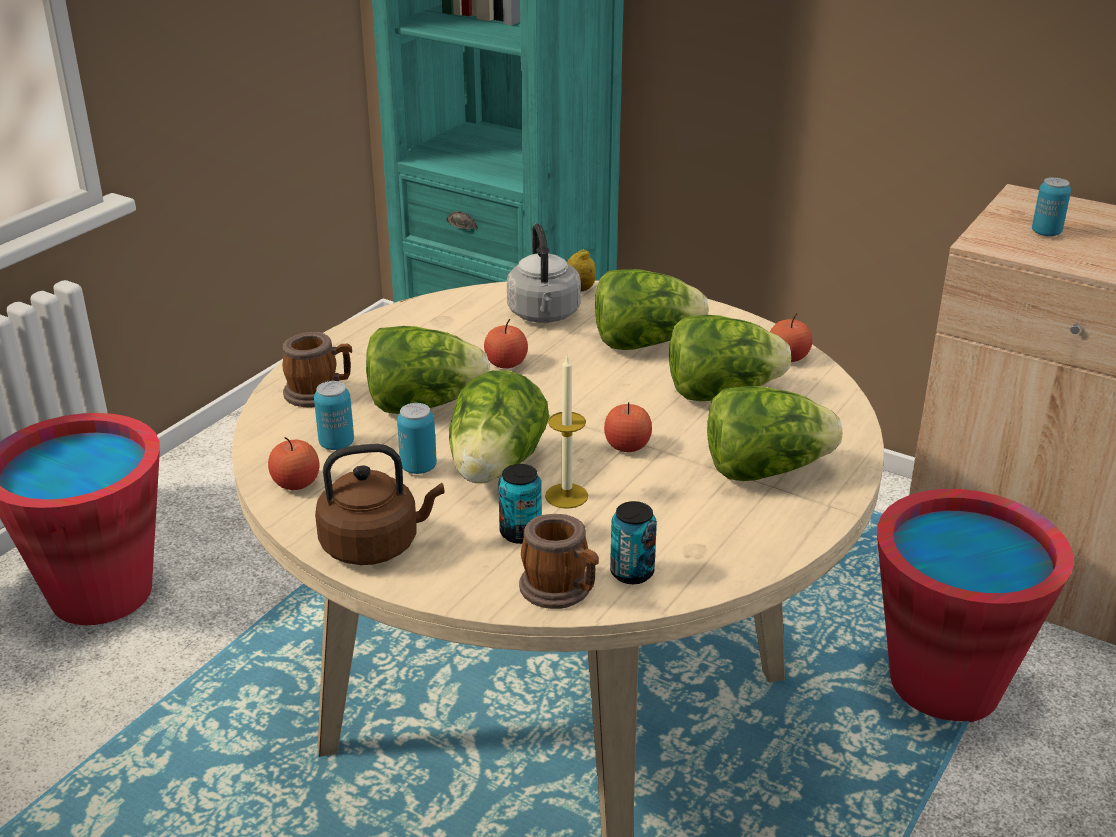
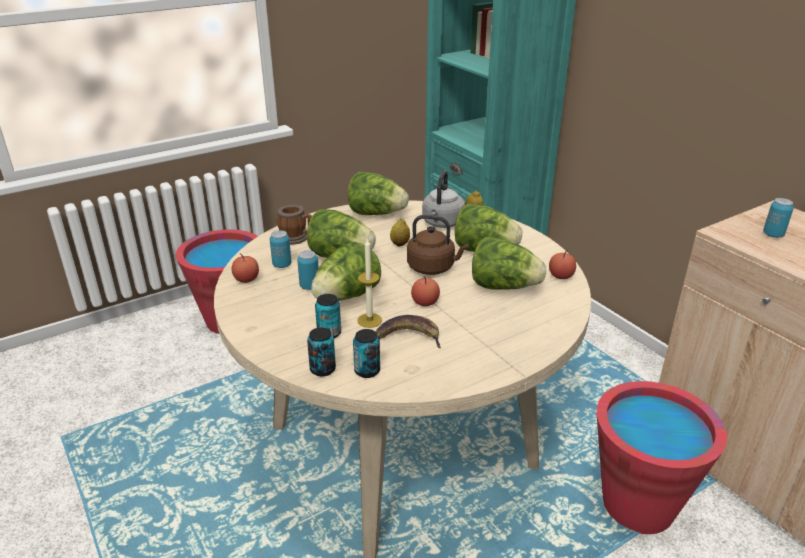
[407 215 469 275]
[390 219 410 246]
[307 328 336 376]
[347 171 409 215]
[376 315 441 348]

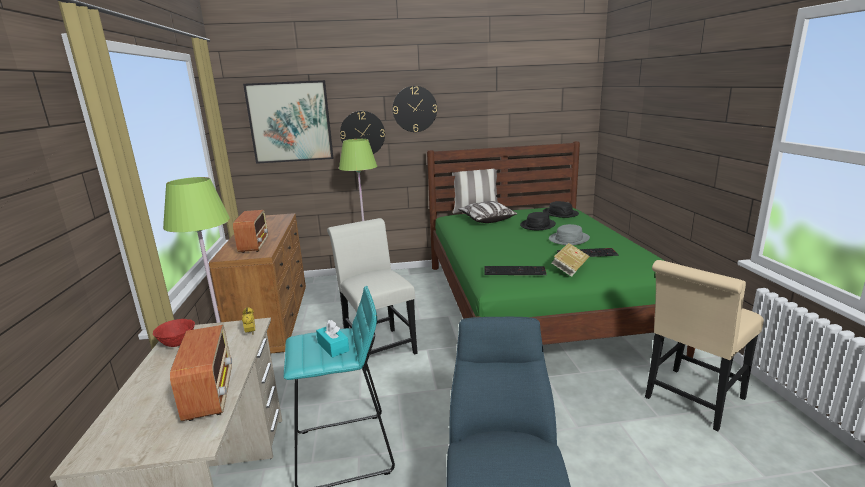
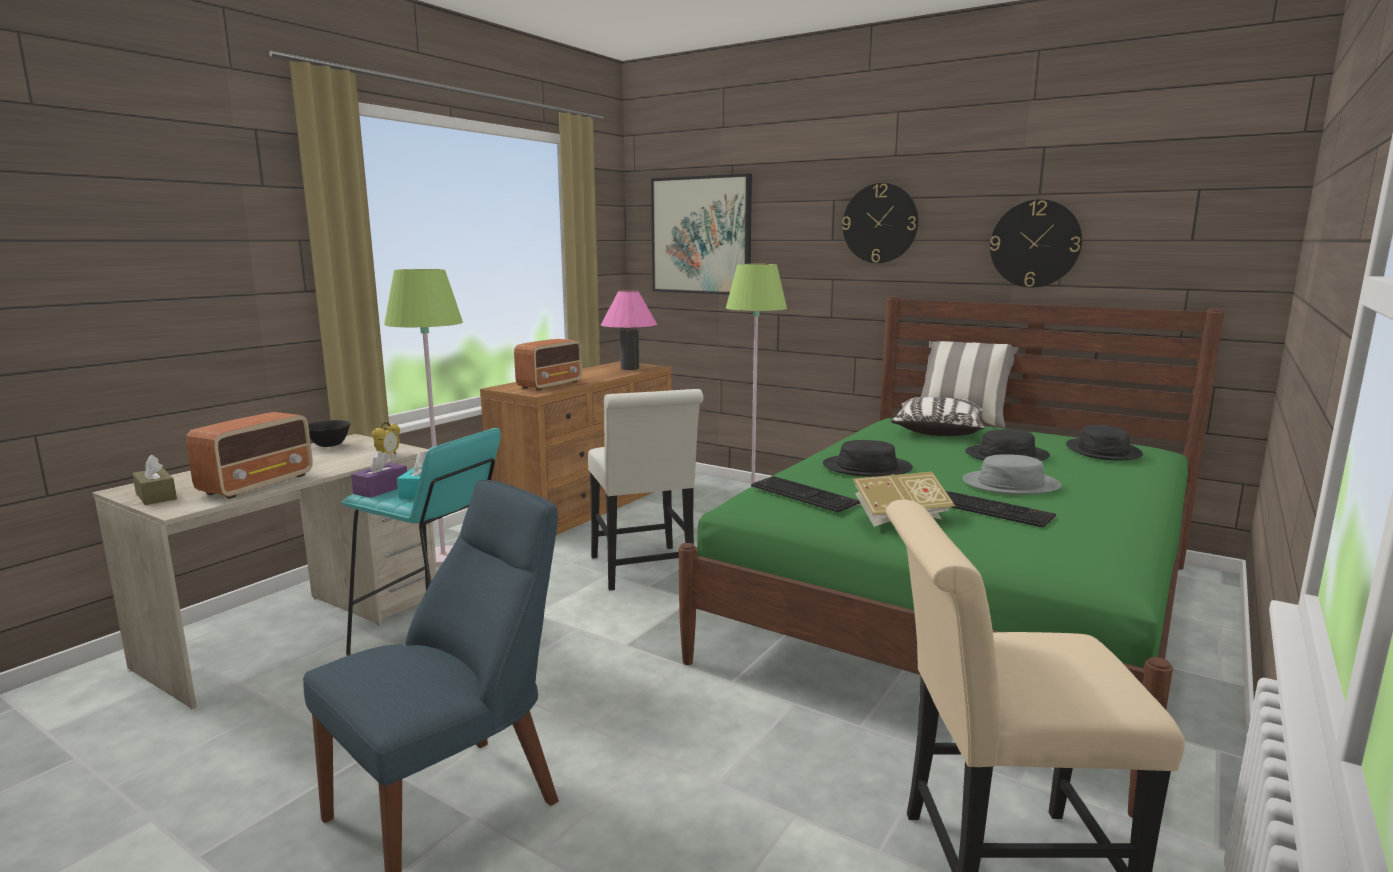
[308 420 351 447]
[588 389 704 591]
[990 199 1082 288]
[132 454 177 505]
[351 451 407 498]
[601 290 657 370]
[823 440 913 477]

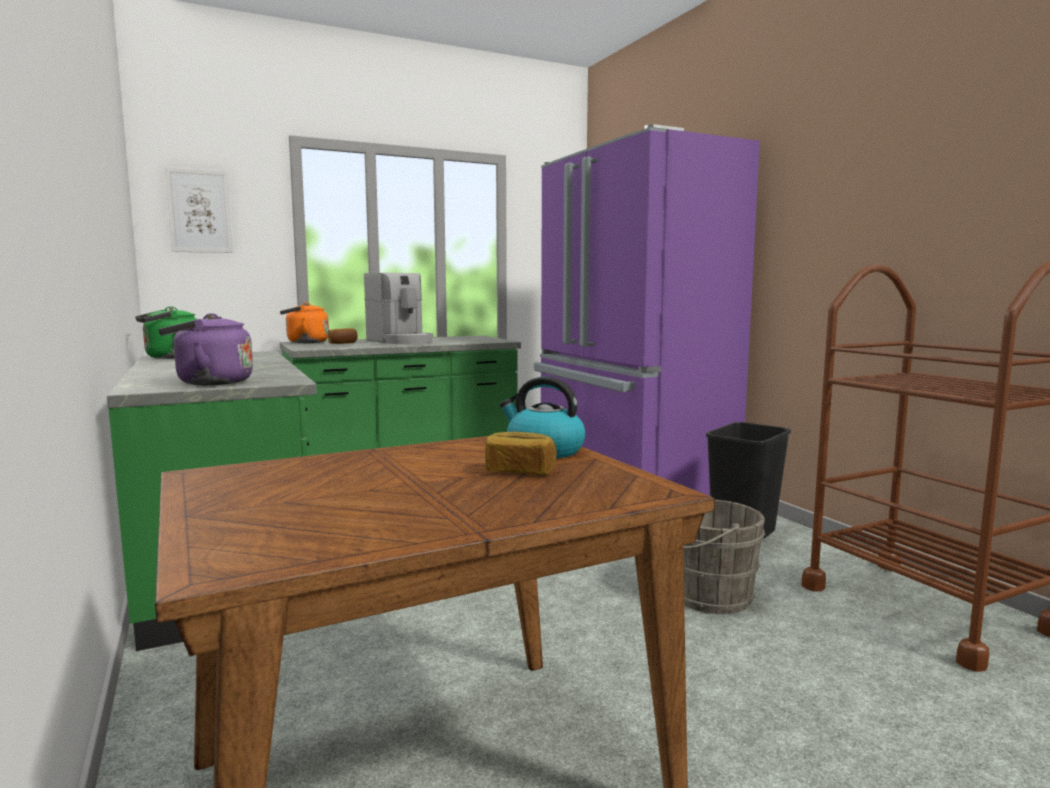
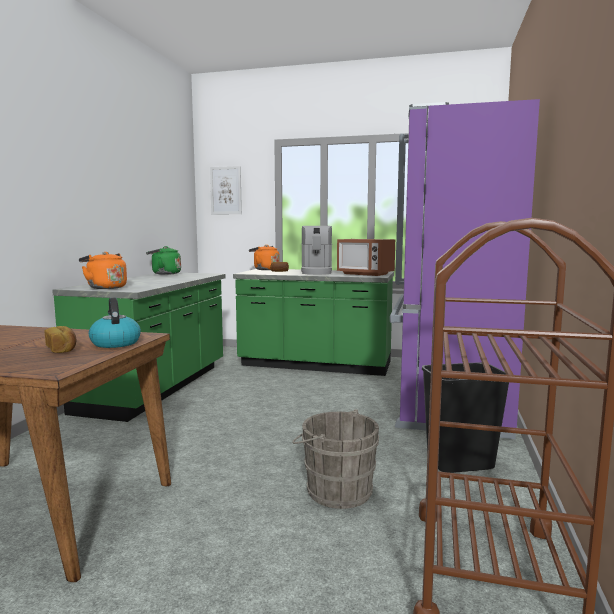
[79 252 127 289]
[337 239 395 276]

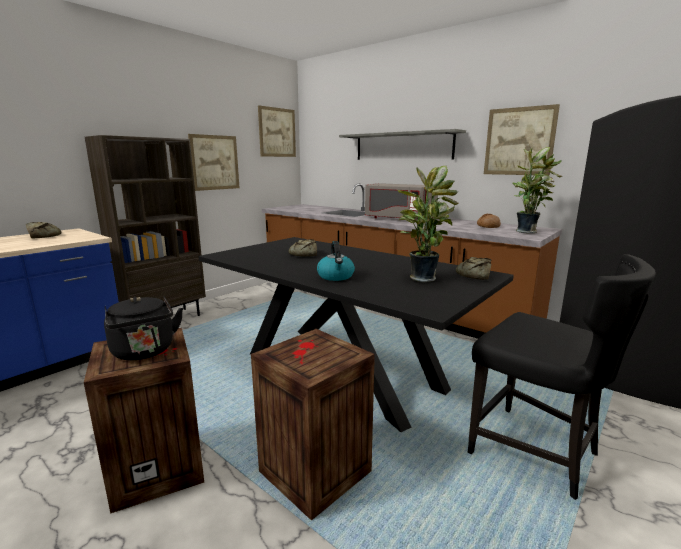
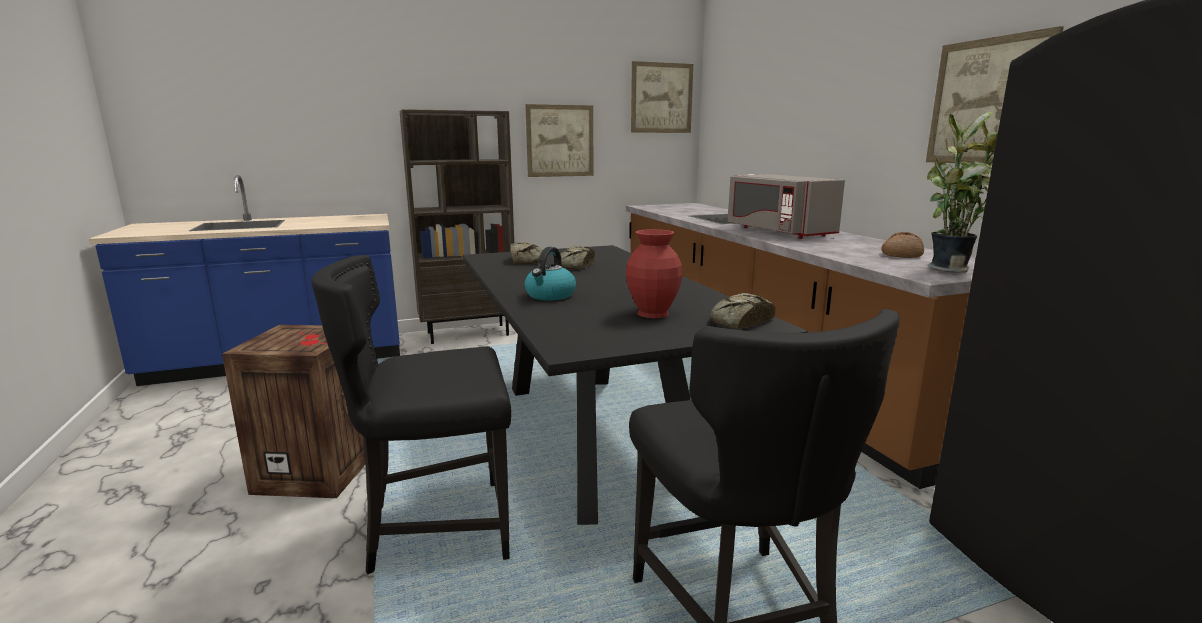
[510 243 543 264]
[104 296 183 360] (first image)
[311 255 511 575]
[339 129 466 160] (first image)
[626 229 682 318]

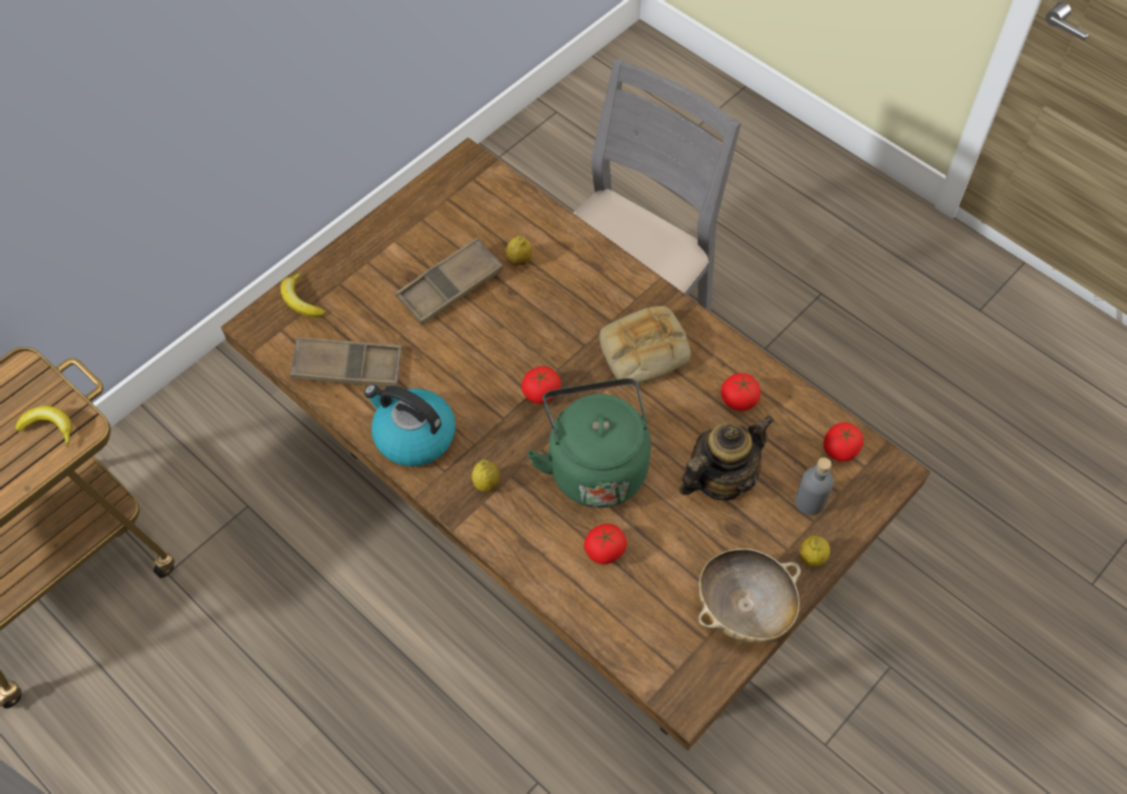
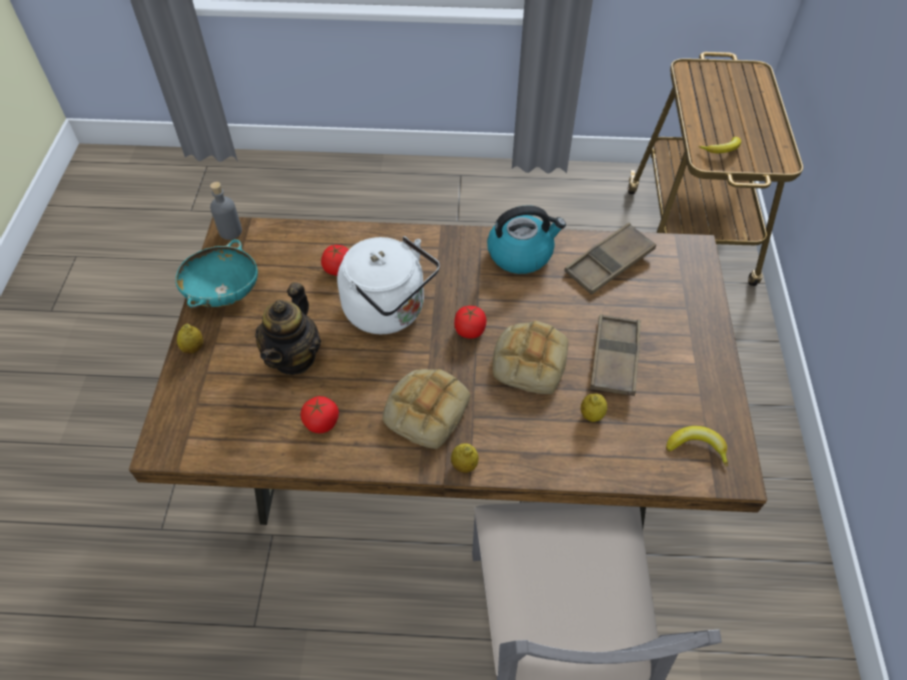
[666 426 728 467]
[451 443 479 473]
[337 236 440 334]
[175 239 258 308]
[210 182 242 240]
[824 422 864 462] (first image)
[493 321 568 394]

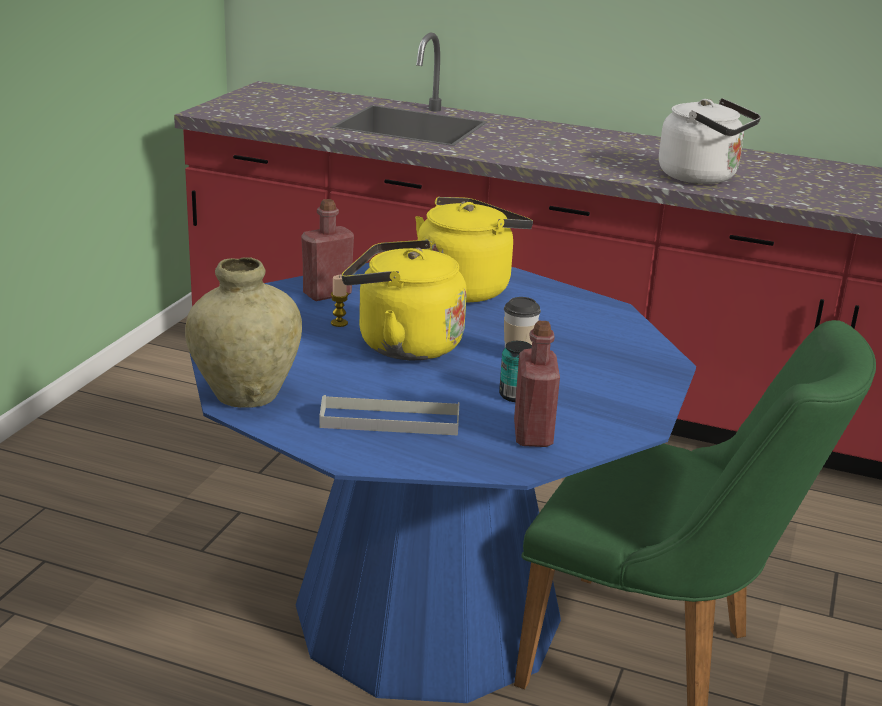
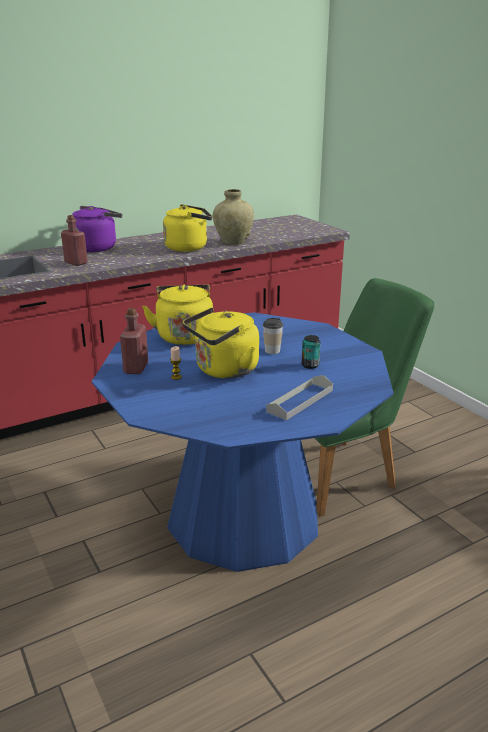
[213 189 254 245]
[61 215 88 266]
[163 204 212 252]
[72 206 122 252]

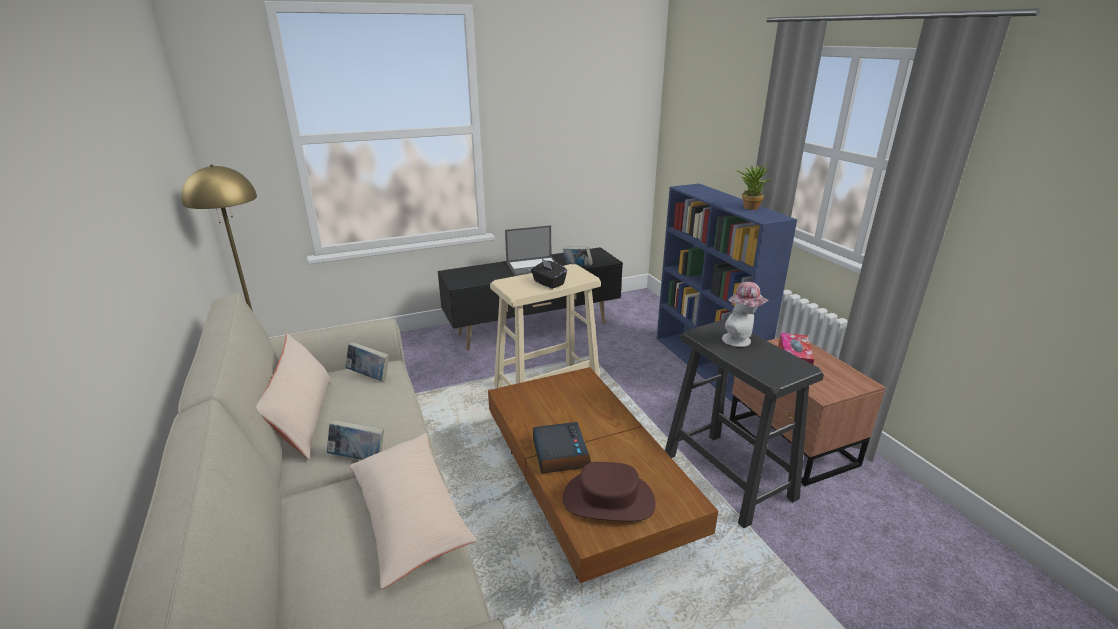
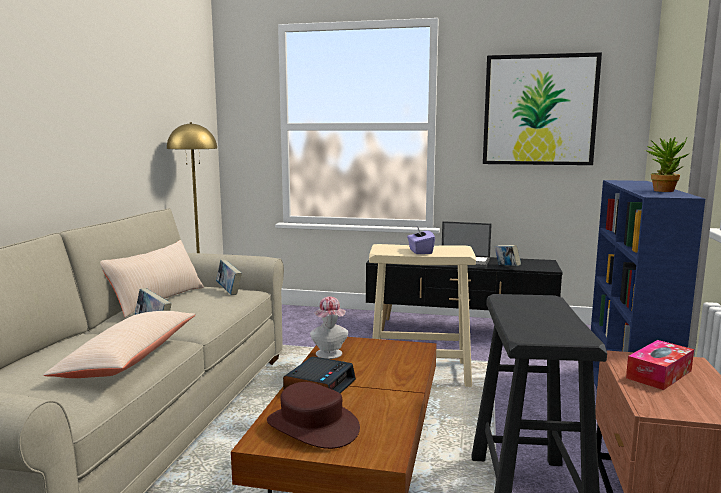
[407 226 435 254]
[310 296 348 359]
[483 52 602 165]

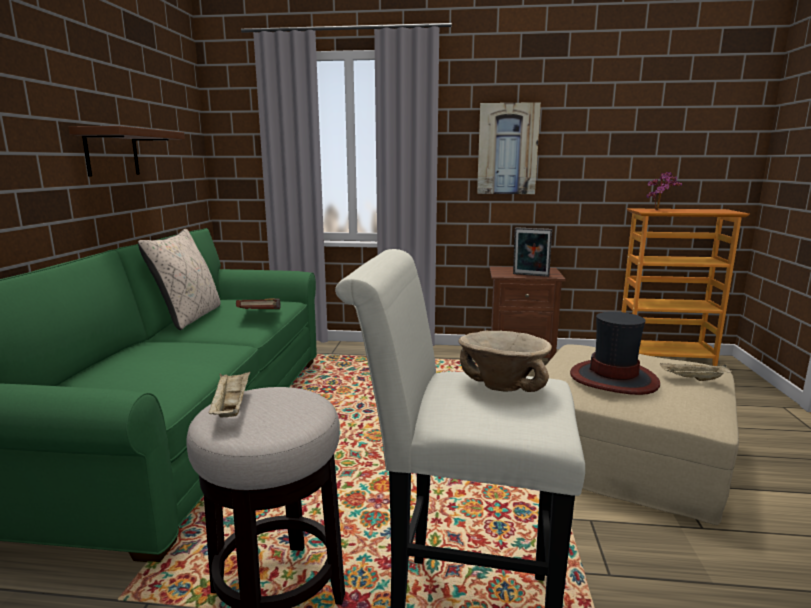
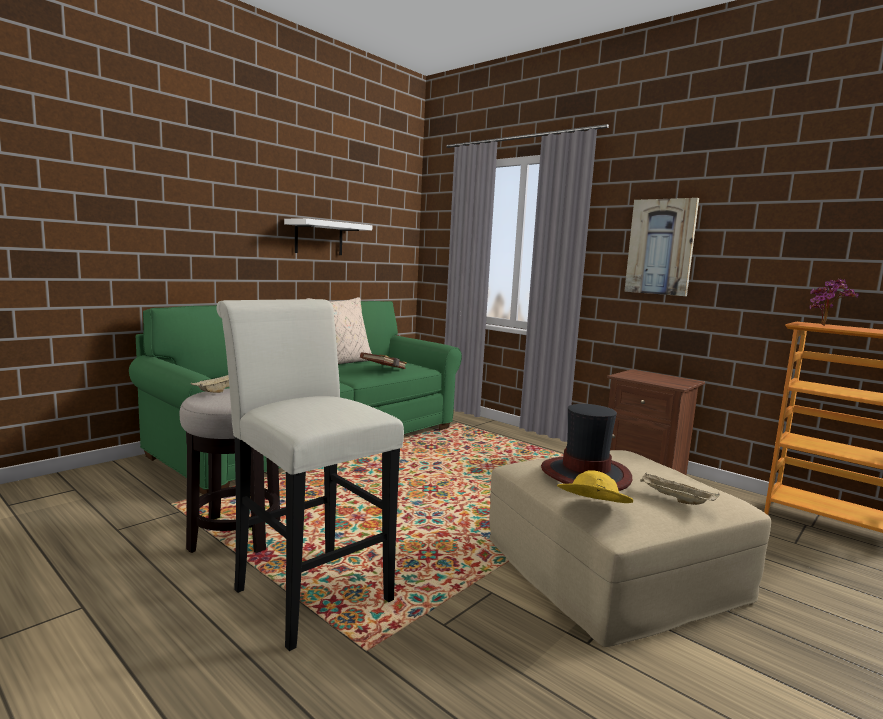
[284 218 372 255]
[459 331 552 392] (first image)
[513 227 552 277] (first image)
[557 470 633 503]

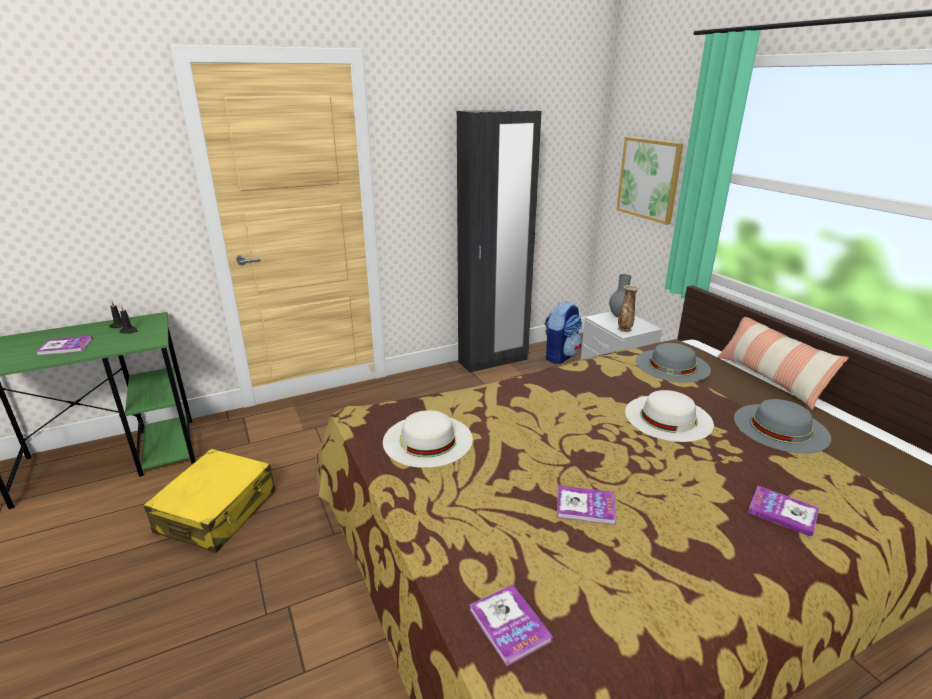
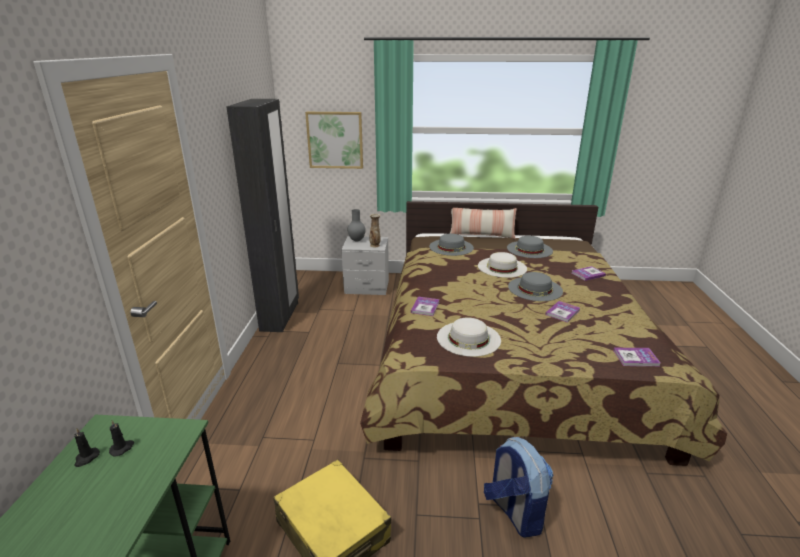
[411 297 440 316]
[484 437 553 538]
[508 272 563 301]

